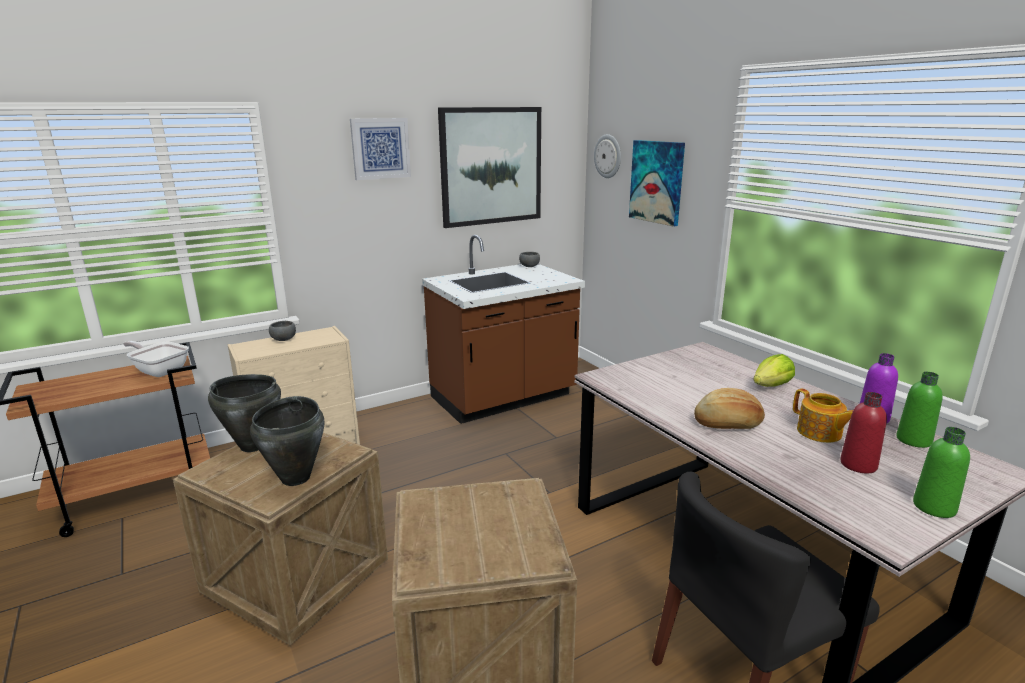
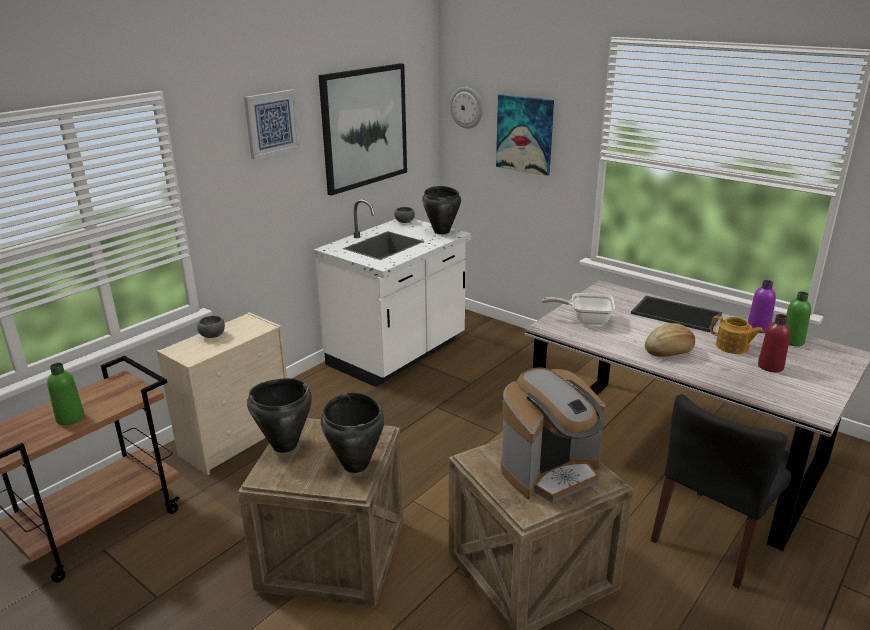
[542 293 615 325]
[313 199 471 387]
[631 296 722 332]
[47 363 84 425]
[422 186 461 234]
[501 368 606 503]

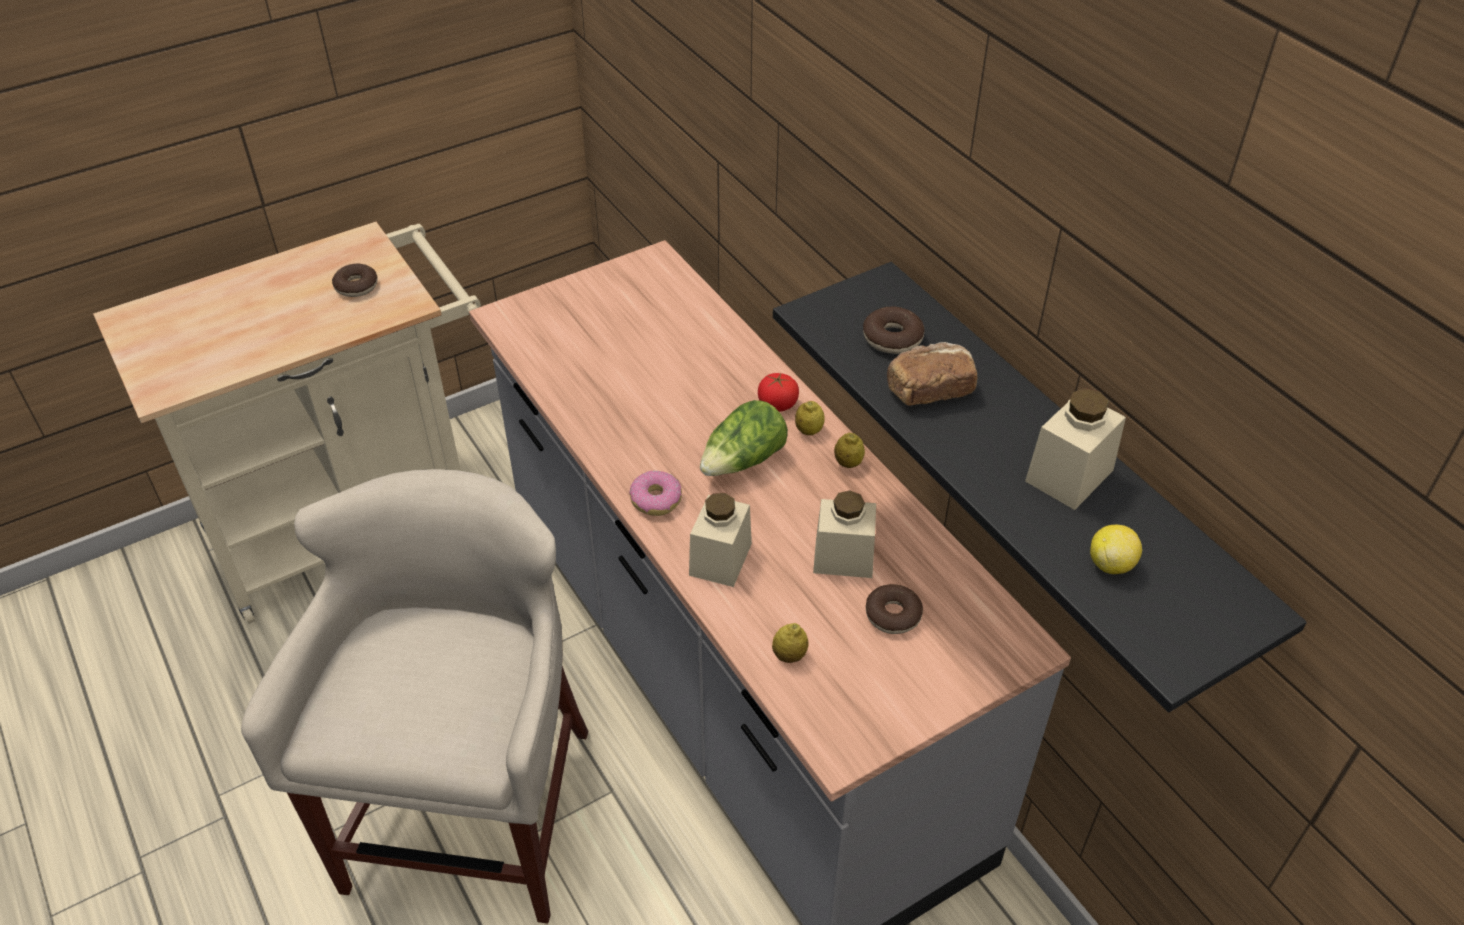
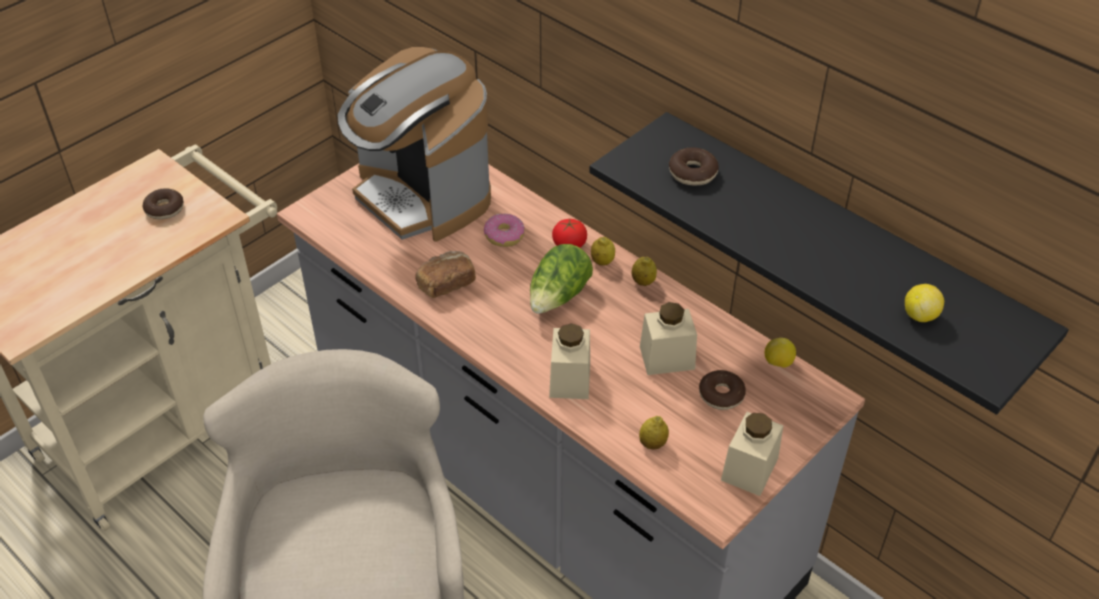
[484 214 525 247]
[415 251 476 298]
[721 412 783 496]
[338 47 491 242]
[765 338 796 368]

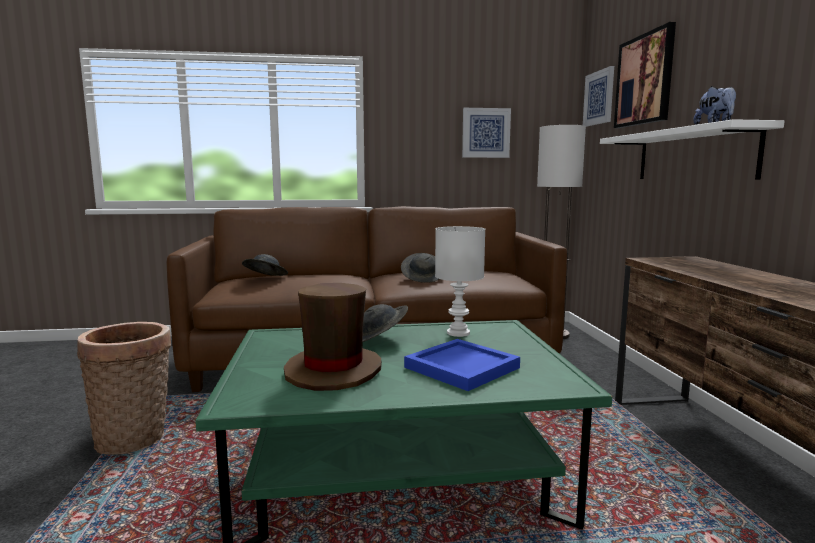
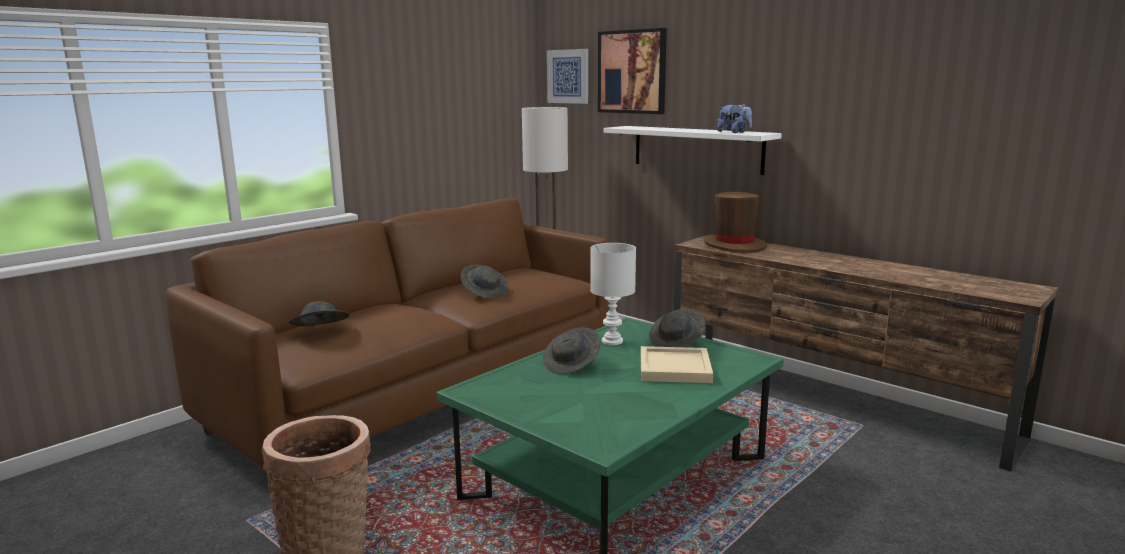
[704 192 767 253]
[641 346 713 383]
[462 108 511 158] (first image)
[649 309 705 347]

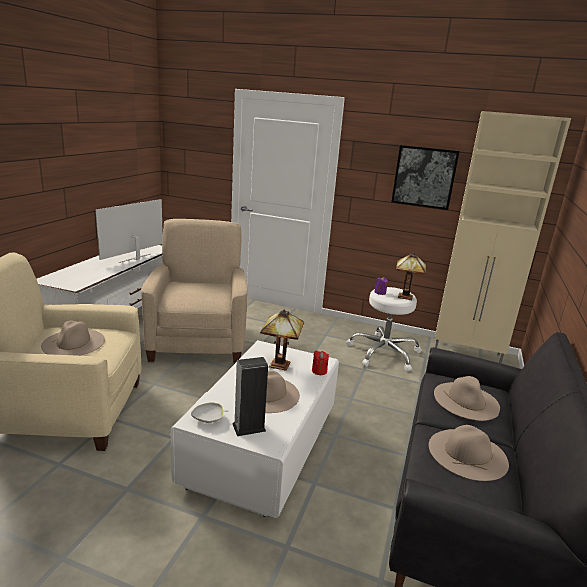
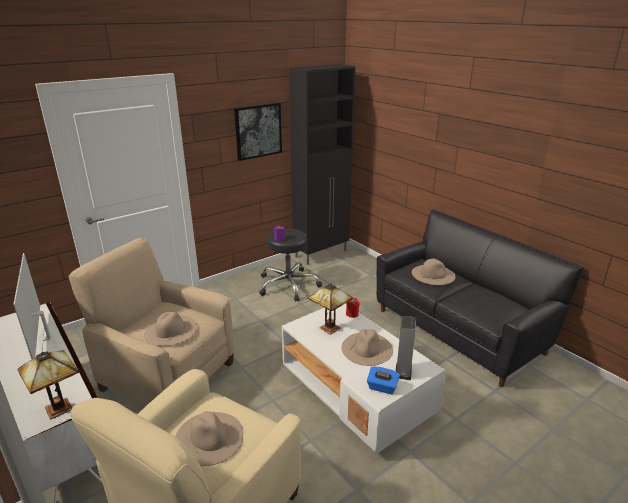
[367 367 400 394]
[259 229 322 301]
[18 350 79 420]
[144 312 197 346]
[289 64 356 265]

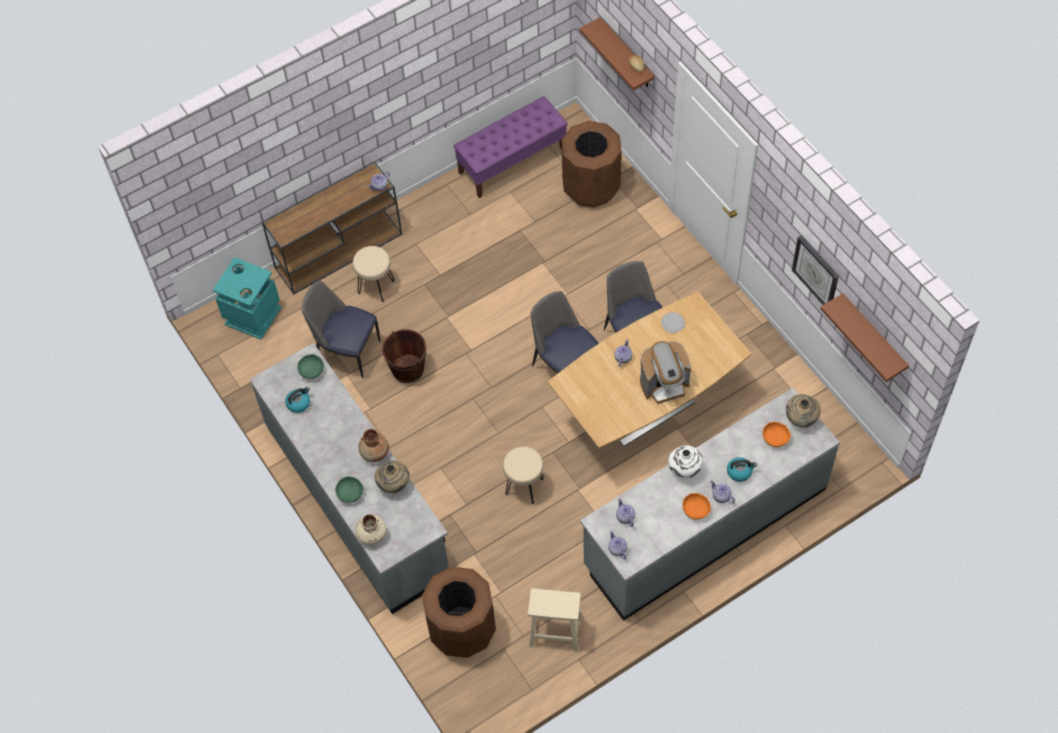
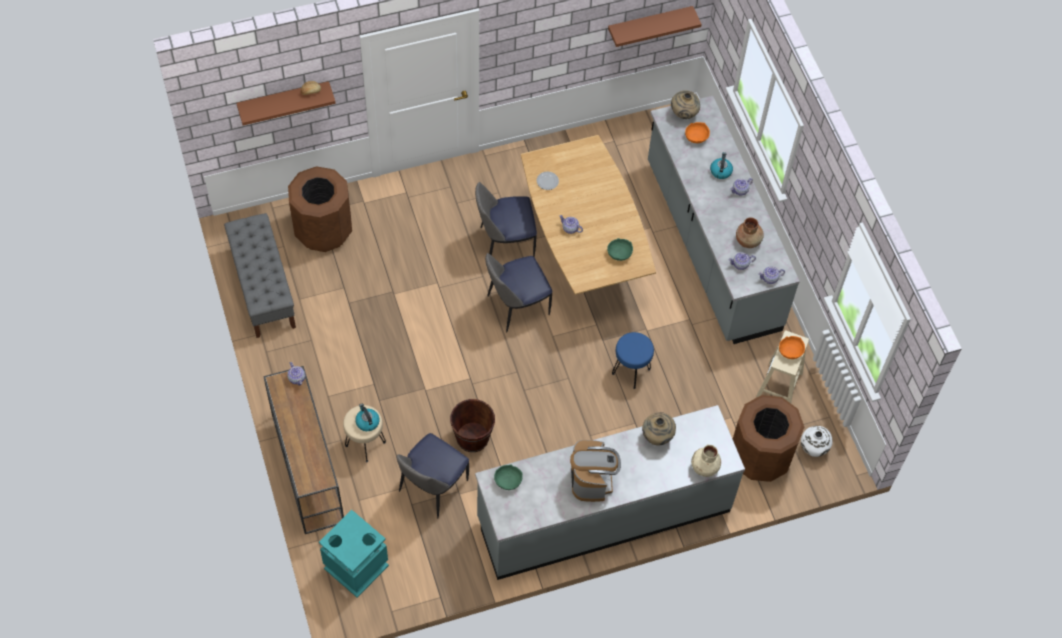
[355 404 380 431]
[607 238 633 261]
[736 217 764 248]
[224 213 296 338]
[612 332 654 389]
[570 440 621 502]
[801 426 832 457]
[779 336 805 359]
[792 236 839 305] (first image)

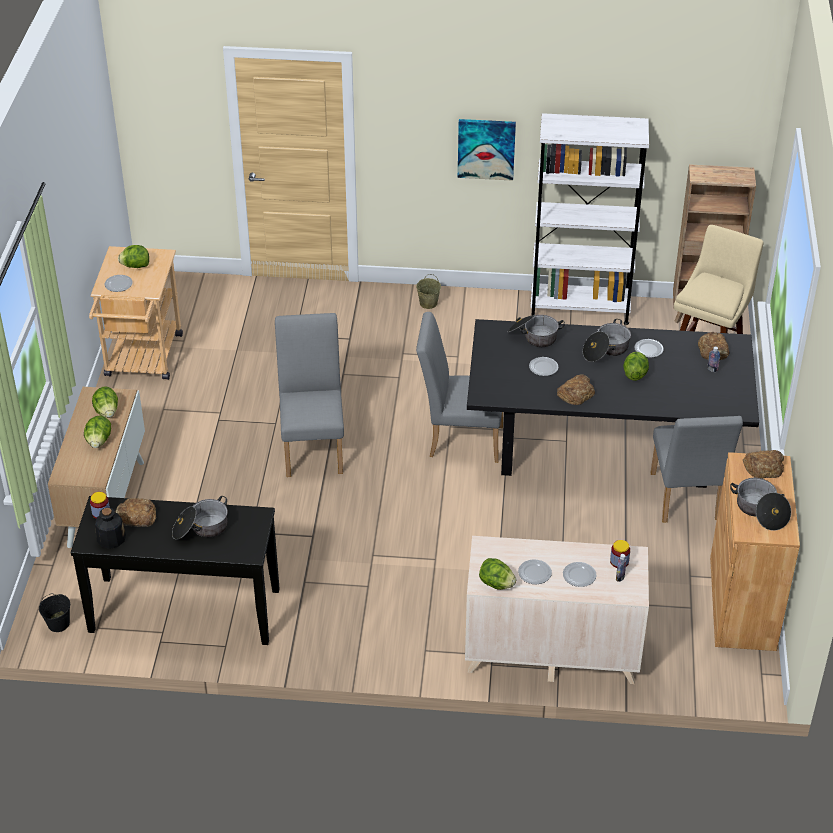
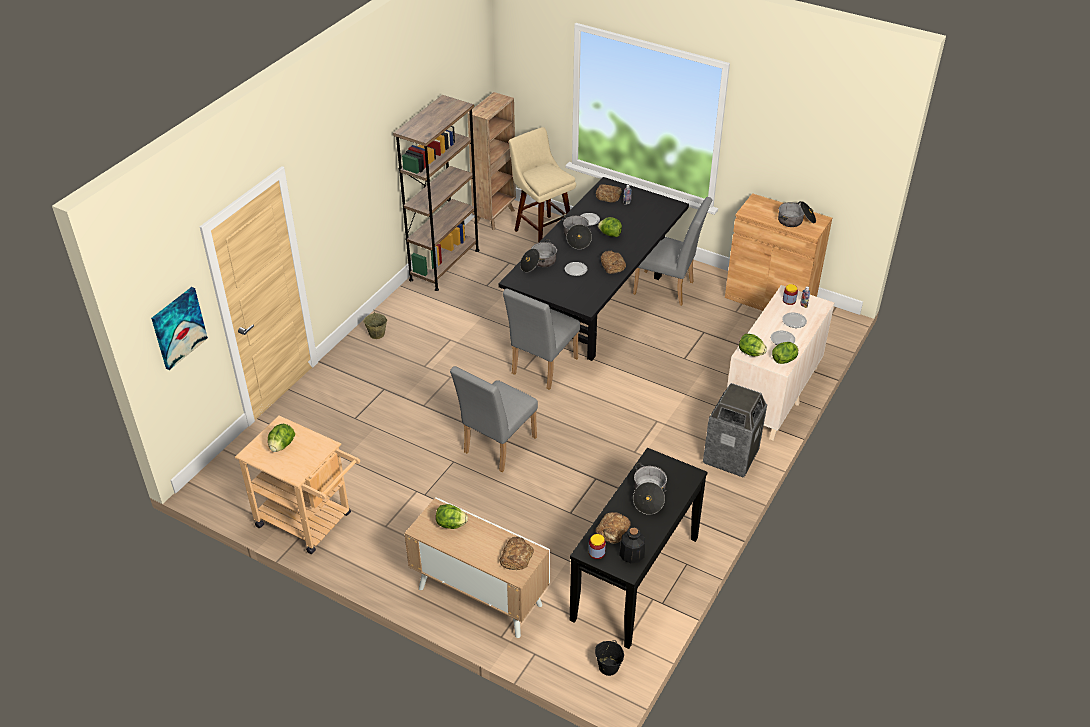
[739 334 767 356]
[105 275 133 292] (first image)
[450 366 538 472]
[151 287 208 370]
[393 95 479 291]
[500 537 534 570]
[703 383 767 478]

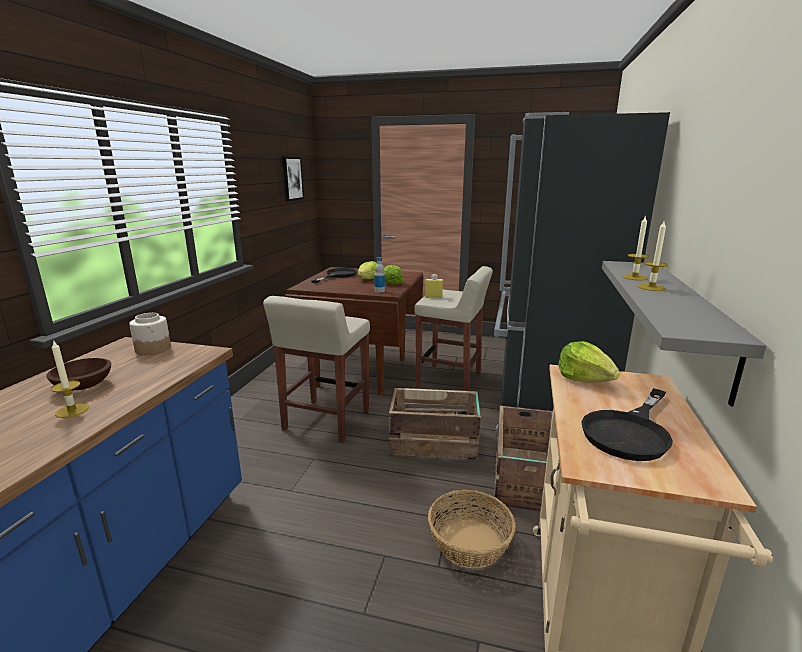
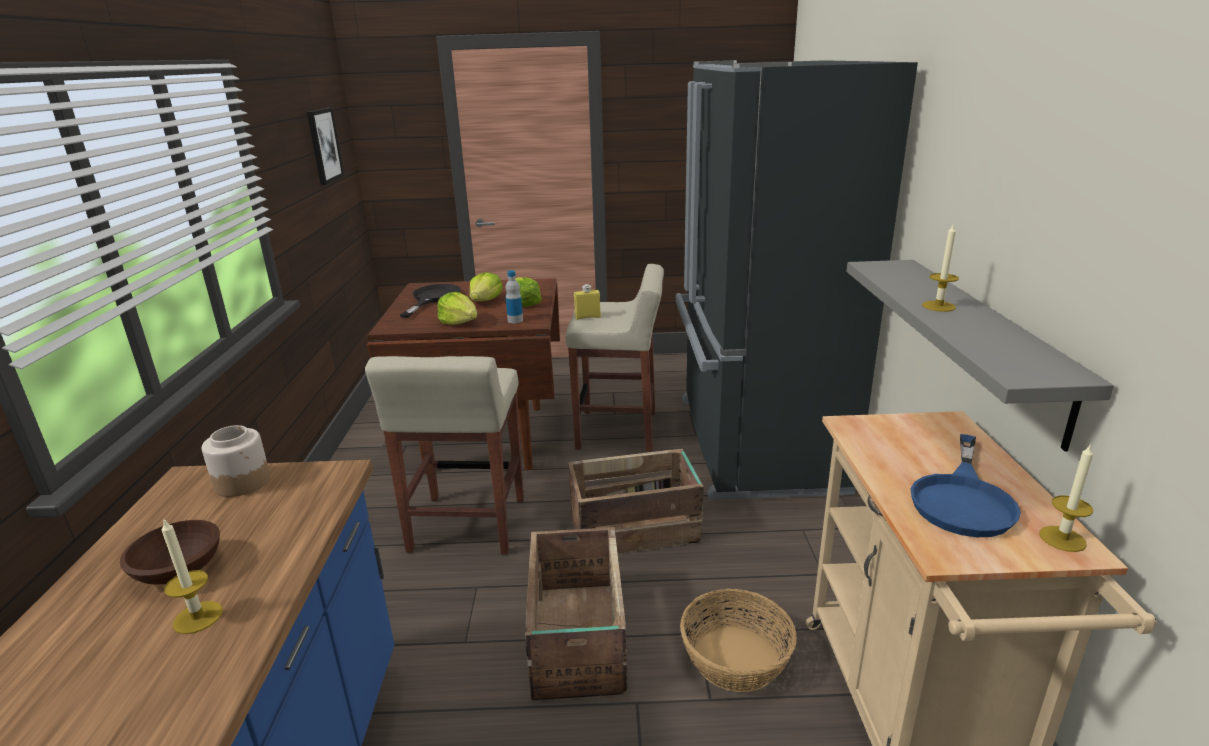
[525 527 628 700]
[437 292 478 325]
[910 434 1021 537]
[1039 443 1093 552]

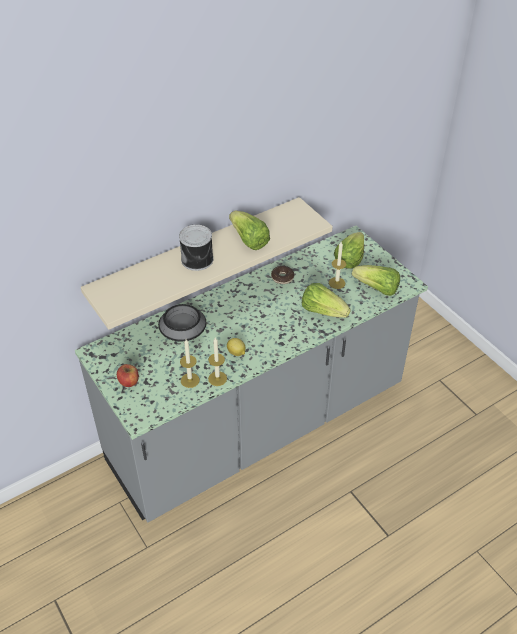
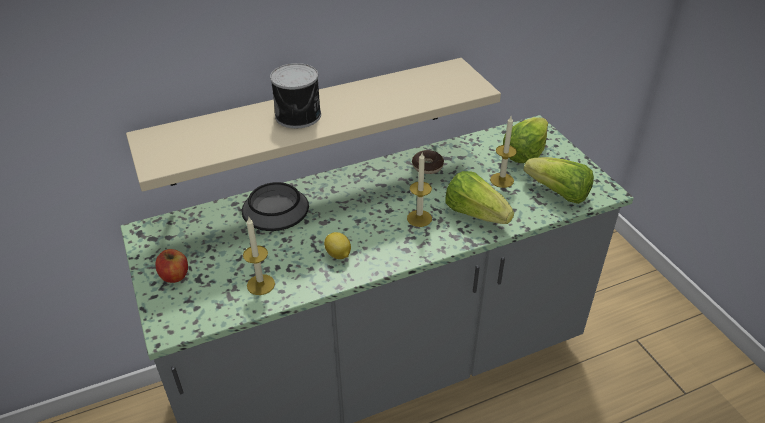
[407 153 432 227]
[229 211 270 250] (first image)

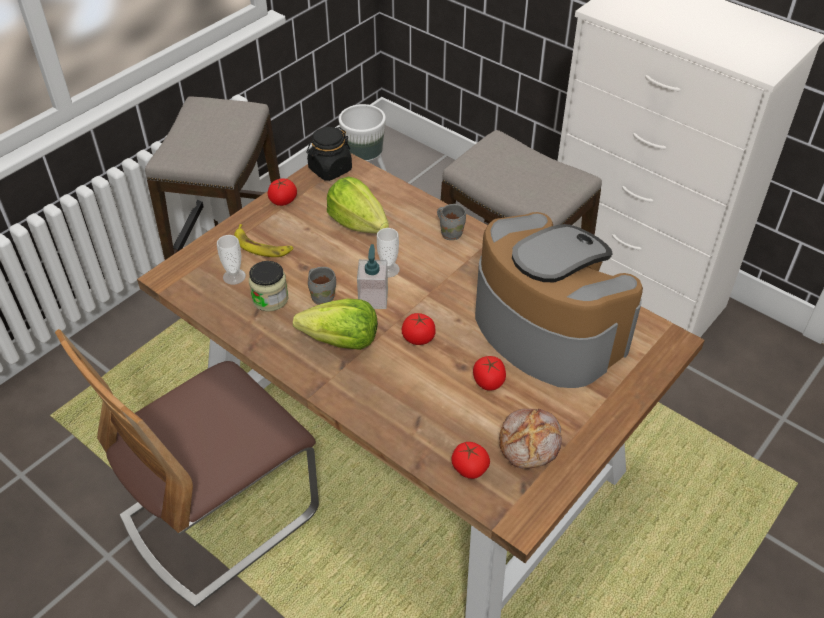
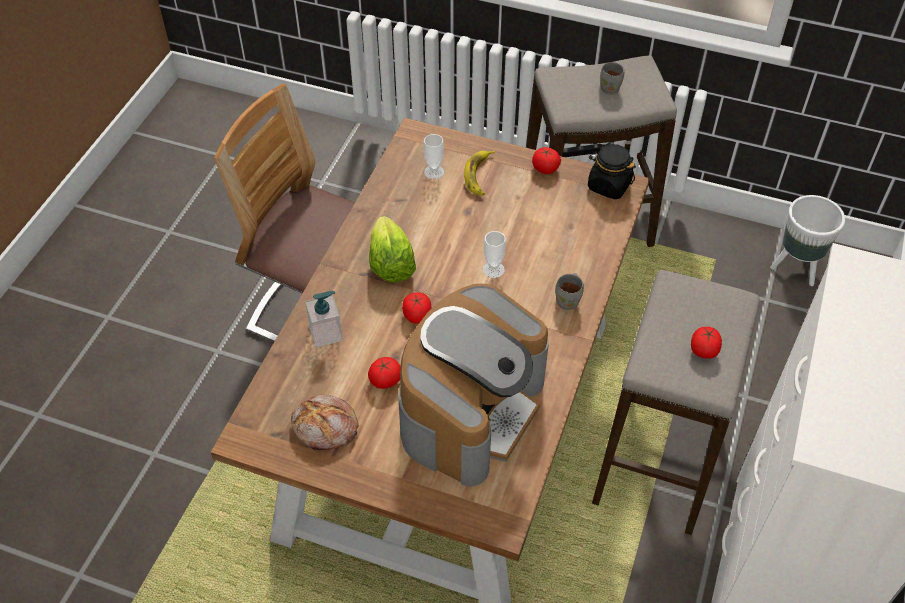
[249 261 288 312] (first image)
[600 62 624 95]
[327 177 389 233] (first image)
[305 291 343 348]
[691 327 722 359]

